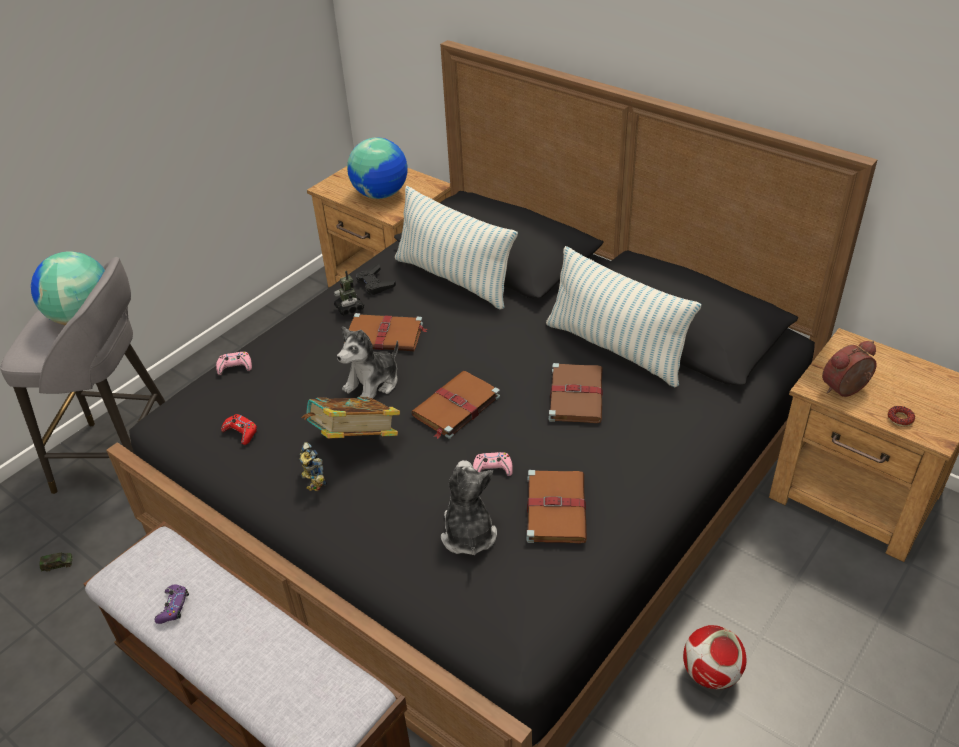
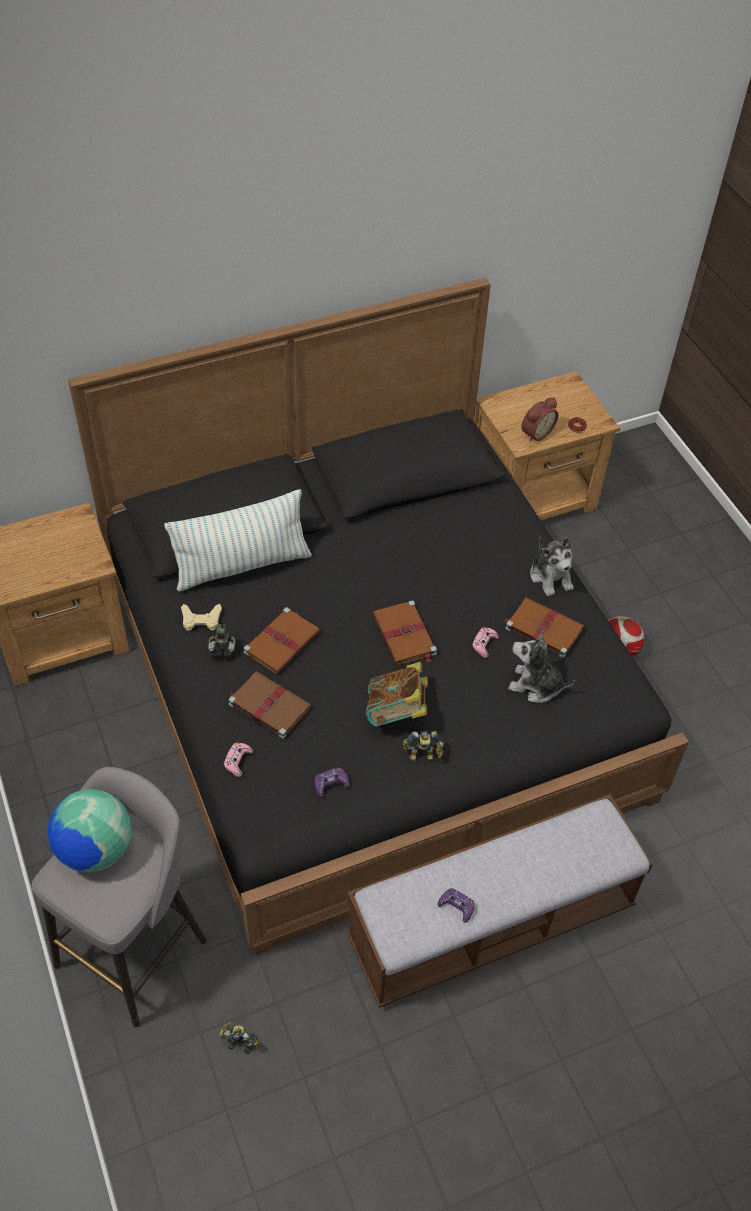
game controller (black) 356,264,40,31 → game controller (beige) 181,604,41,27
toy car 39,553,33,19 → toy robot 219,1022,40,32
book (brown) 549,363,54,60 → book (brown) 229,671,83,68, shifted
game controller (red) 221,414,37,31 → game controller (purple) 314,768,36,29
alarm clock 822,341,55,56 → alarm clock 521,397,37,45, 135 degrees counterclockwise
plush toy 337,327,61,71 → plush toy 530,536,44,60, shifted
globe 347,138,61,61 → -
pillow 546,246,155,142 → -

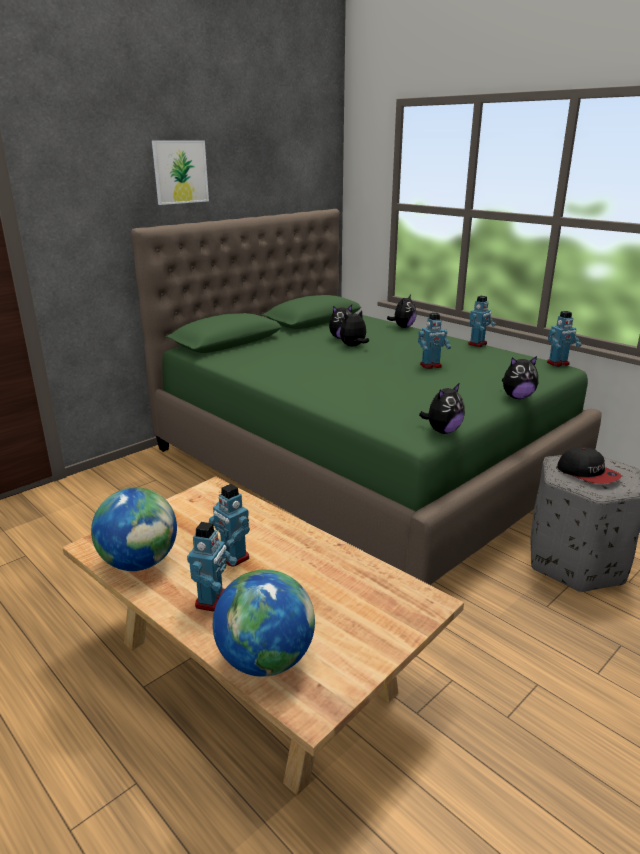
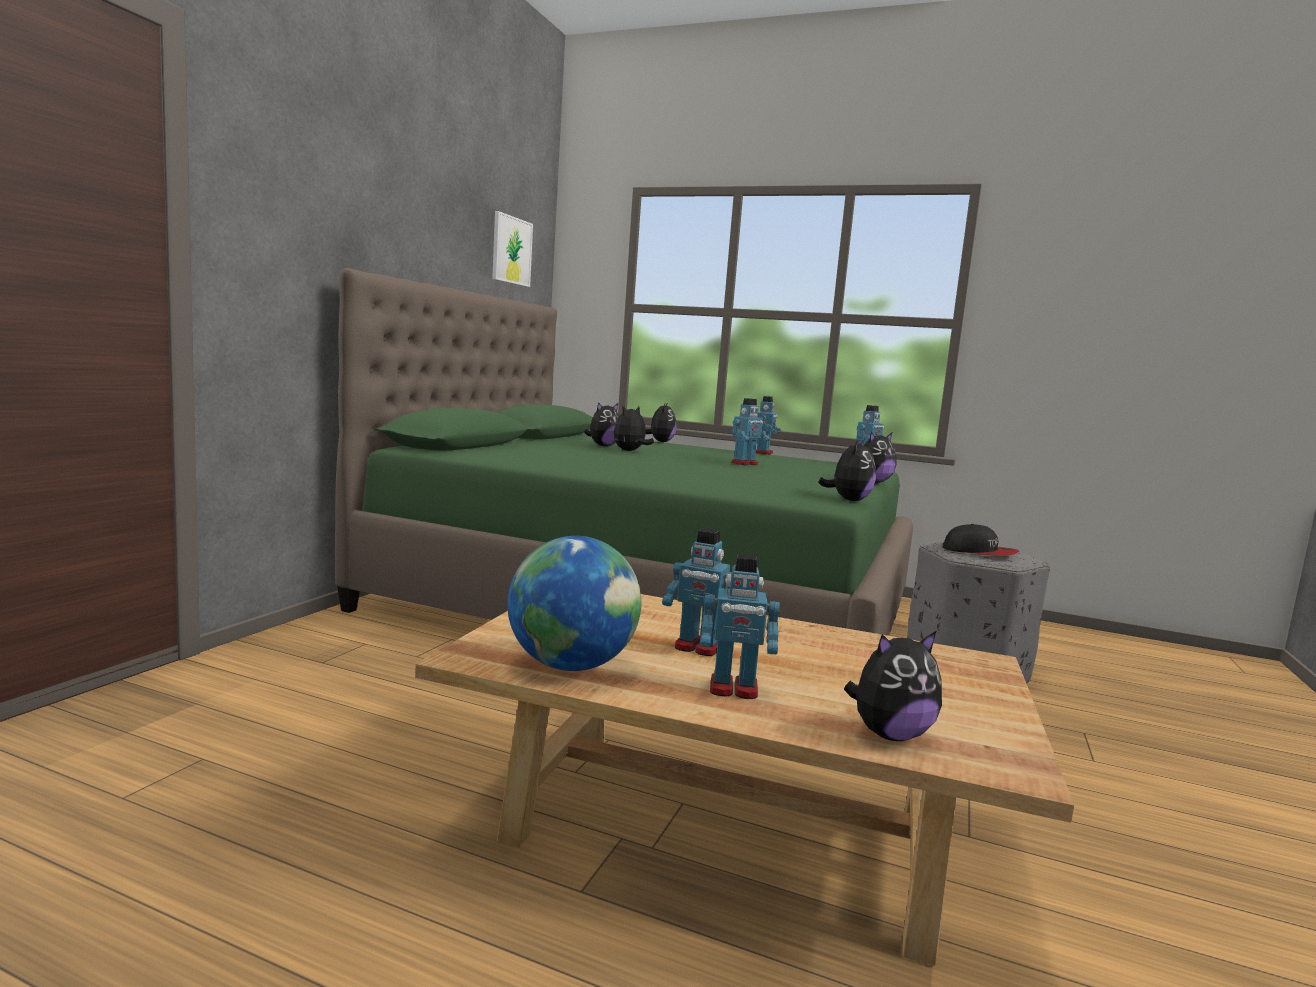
picture 152,140,57,65 → picture 492,211,41,76, shifted
toy robot 187,522,51,90 → toy robot 700,553,80,146, 105 degrees clockwise
globe 213,569,102,108 → plush toy 844,631,98,110

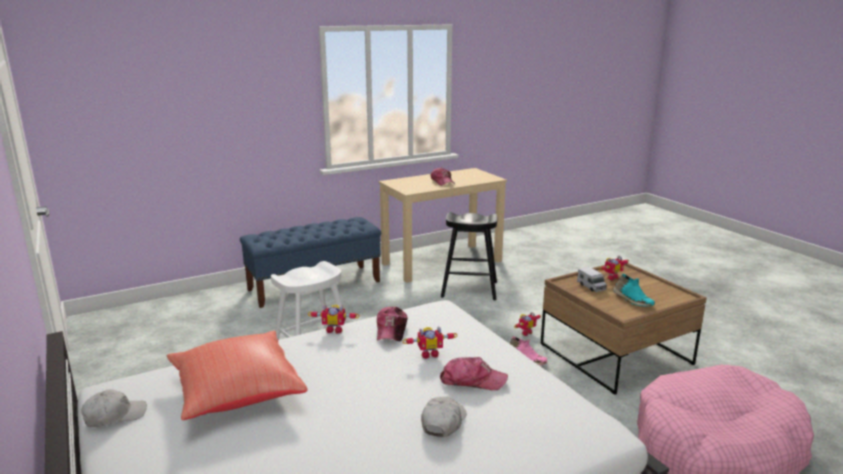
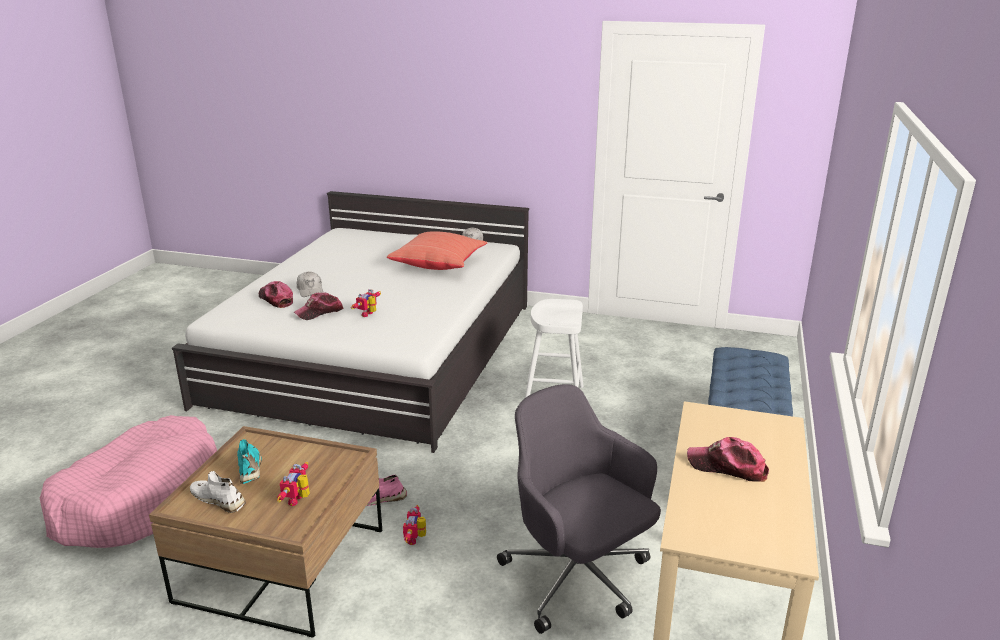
- → shoe (white) 190,471,56,42
shoe (turquoise) 613,273,42,34 → shoe (turquoise) 237,439,25,45, 60 degrees clockwise
cap 377,307,31,34 → cap 259,281,34,27, shifted
stool (black) 441,212,56,89 → office chair (grey) 497,384,164,250
toy robot 308,305,52,29 → -
toy truck 577,267,30,25 → -

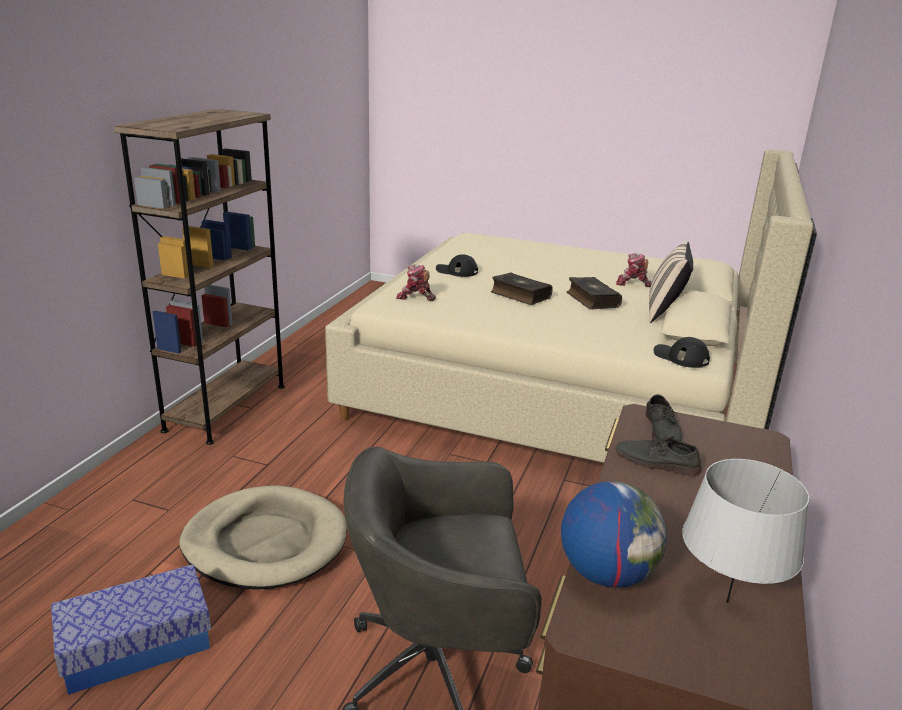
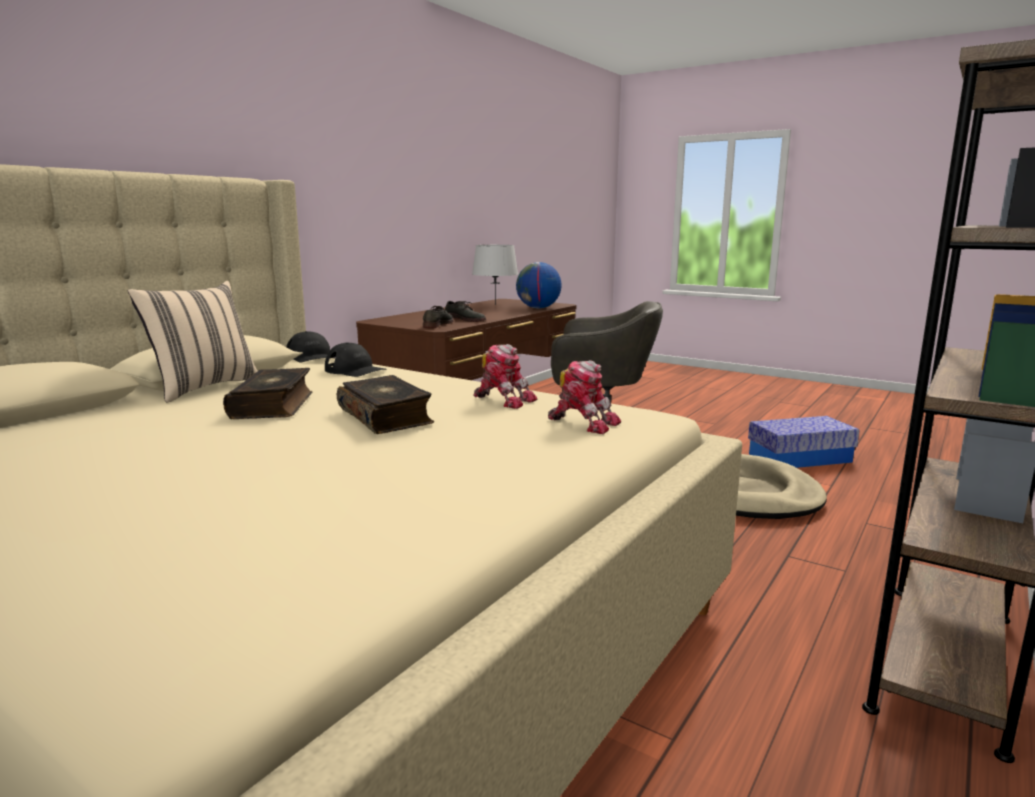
cap (black) 436,254,42,23 → cap (black) 325,343,62,34, shifted
toy robot 616,253,36,34 → toy robot 473,344,64,65, shifted

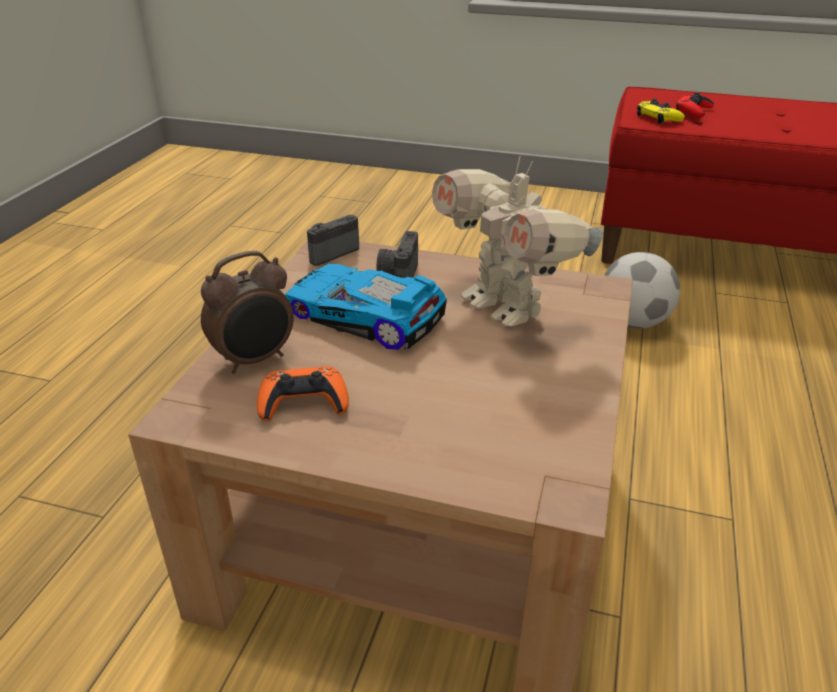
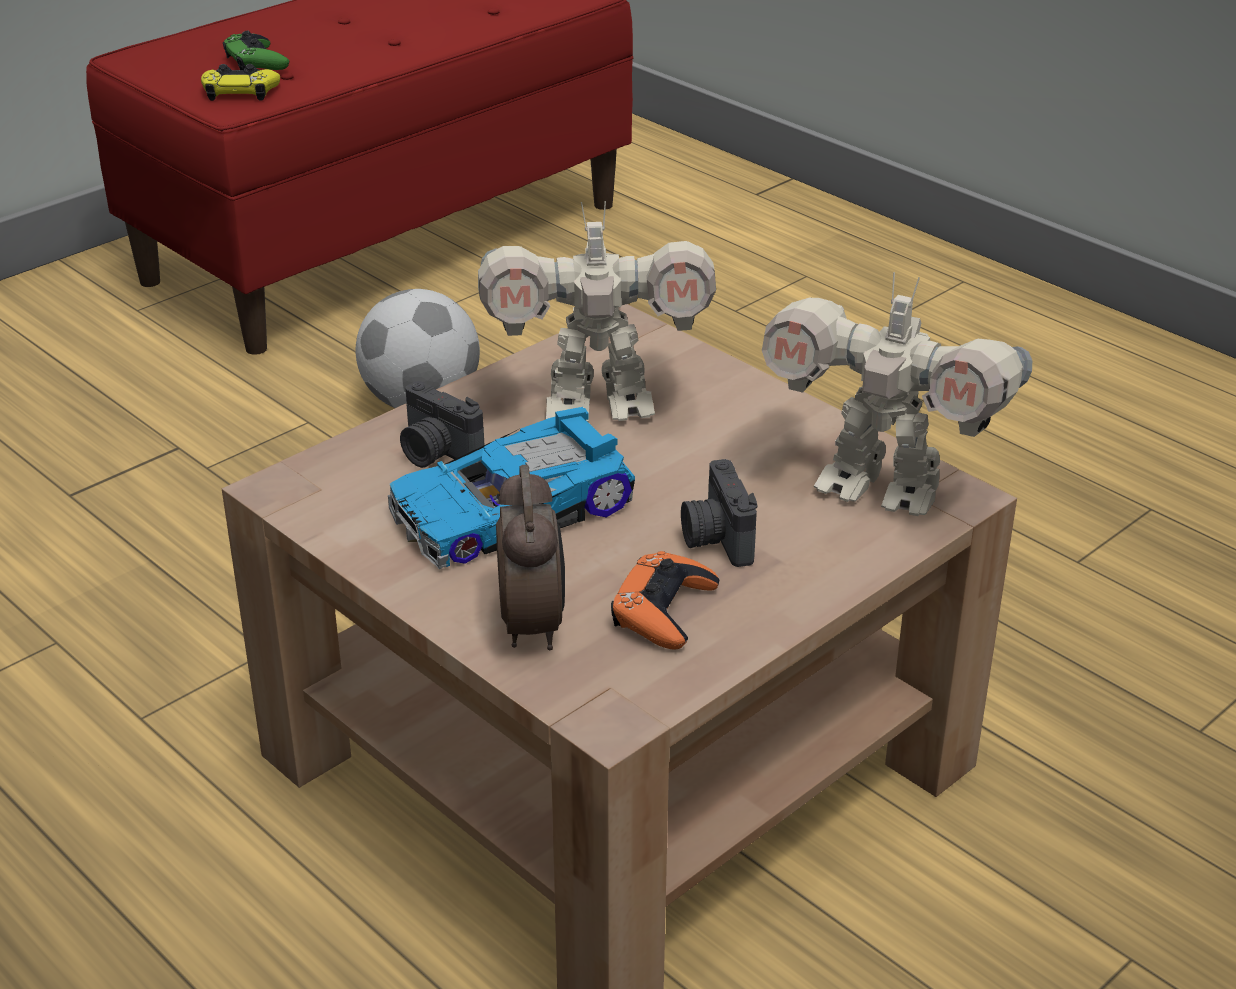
game controller (red) 676,92,38,26 → game controller (green) 223,31,66,39
photo camera 307,215,52,51 → photo camera 681,459,76,108, shifted
- → toy robot 762,272,270,244

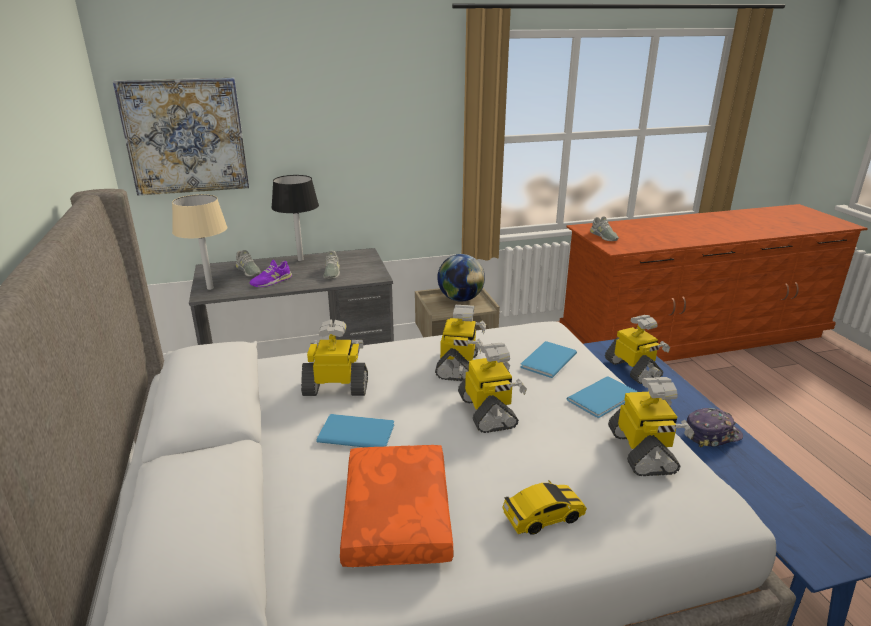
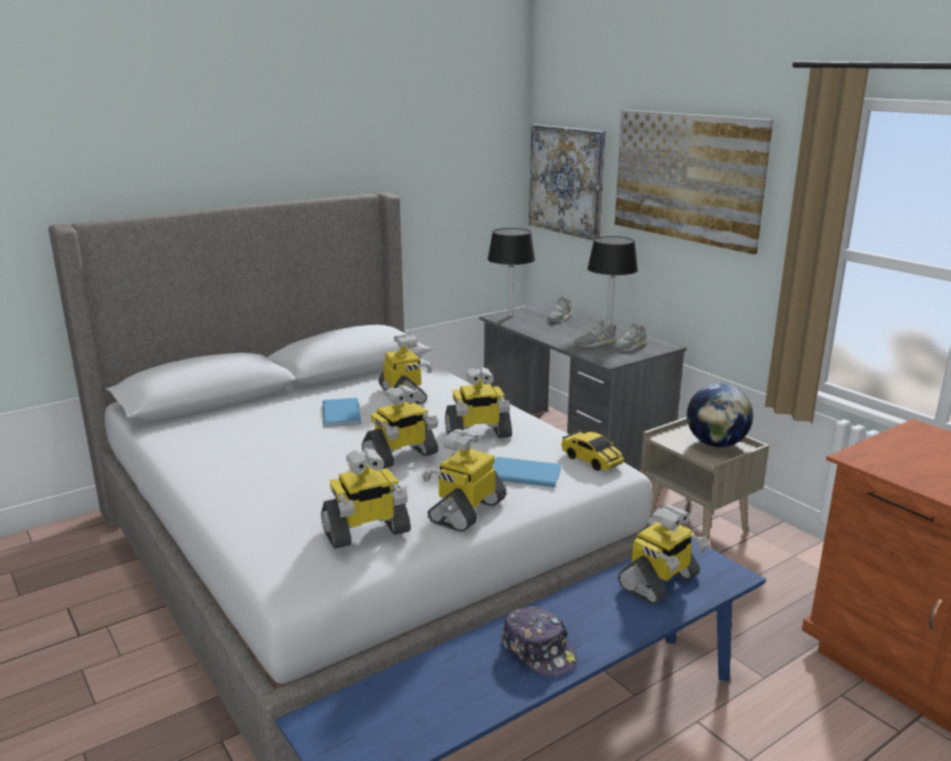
book (blue) 567,376,70,42 → toy robot 422,429,85,103
table lamp (beige) 172,194,55,96 → table lamp (black) 488,228,47,89
toy car 502,480,85,55 → toy car 561,430,63,41, shifted
shoe (grey) 590,216,29,25 → shoe (grey) 612,323,36,28, shifted
- → picture 615,110,158,144
shoe (purple) 250,260,42,27 → -
pillow (orange) 340,445,113,122 → -

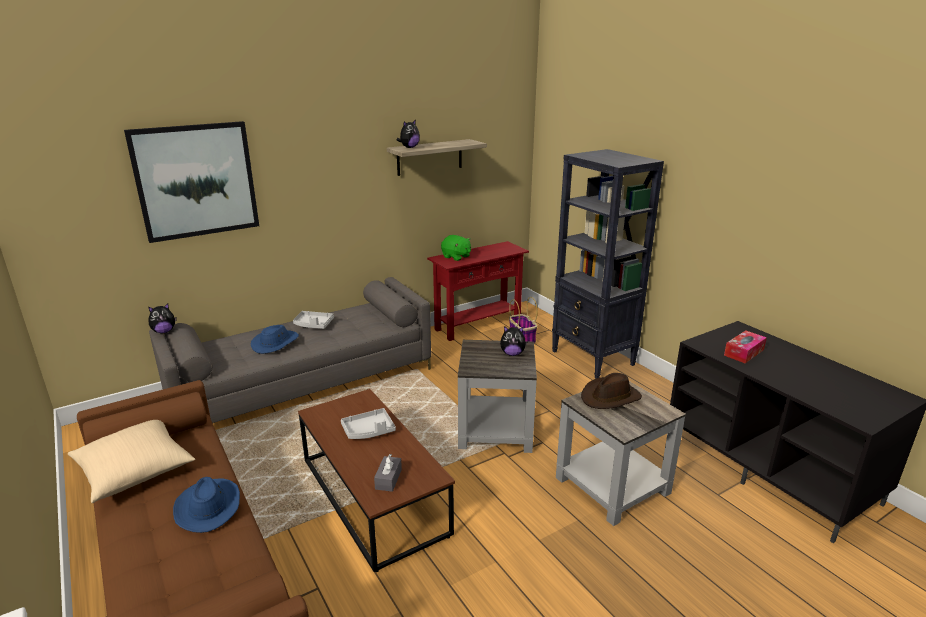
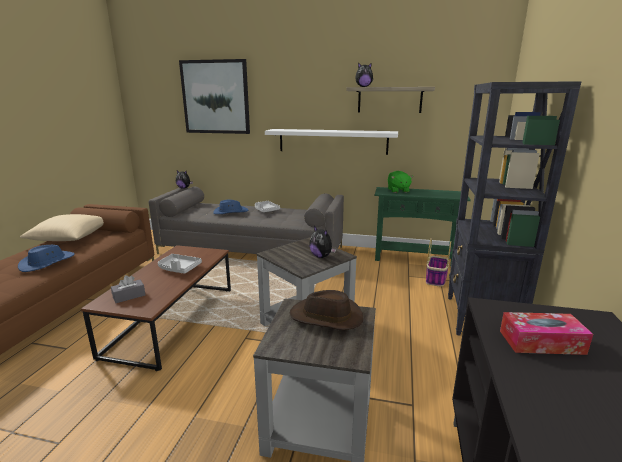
- → shelf (white) 265,129,133,26
console table (red) 427,241,102,100 → console table (green) 375,187,96,79

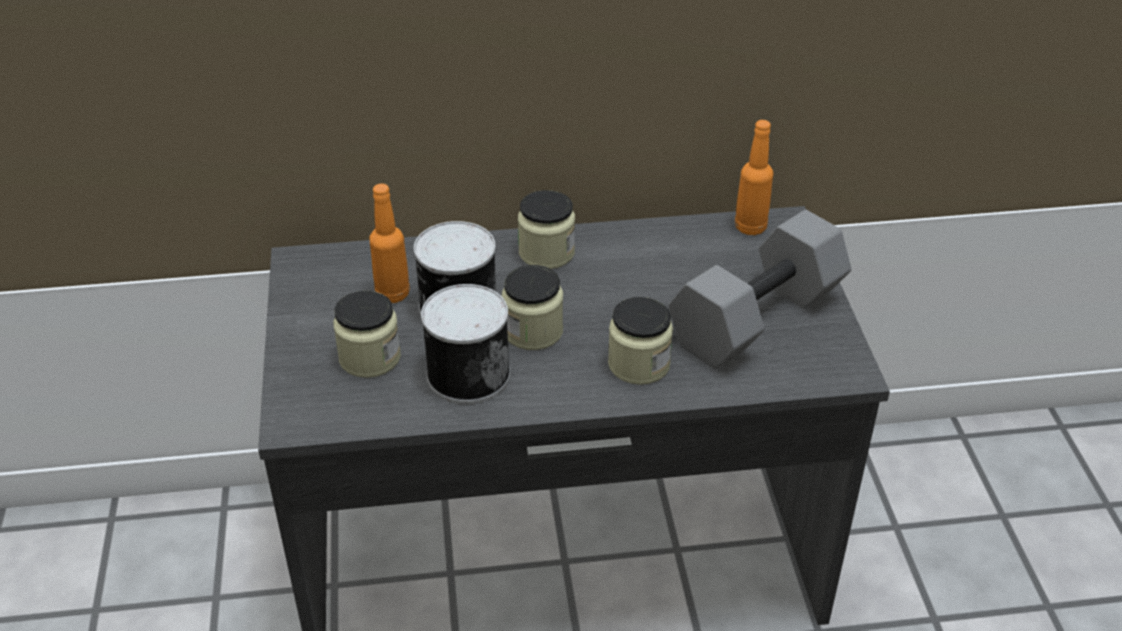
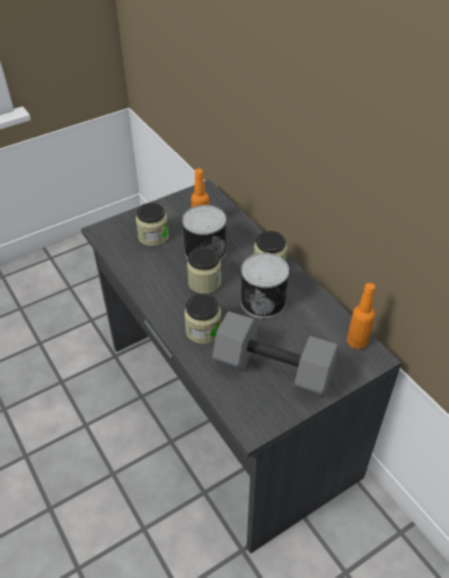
can 421,284,89,120 → can 241,253,48,66, shifted

